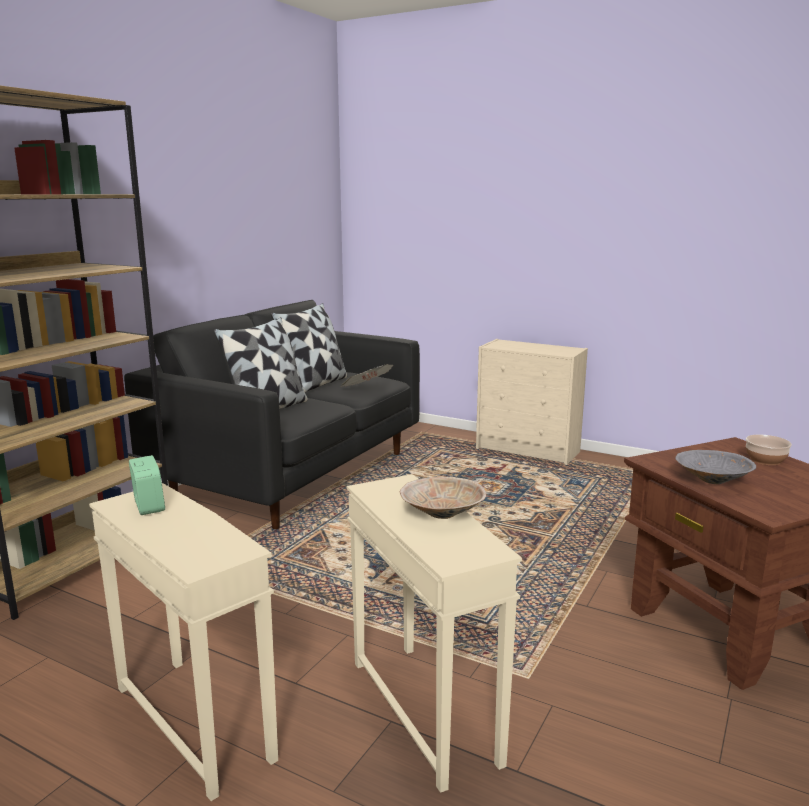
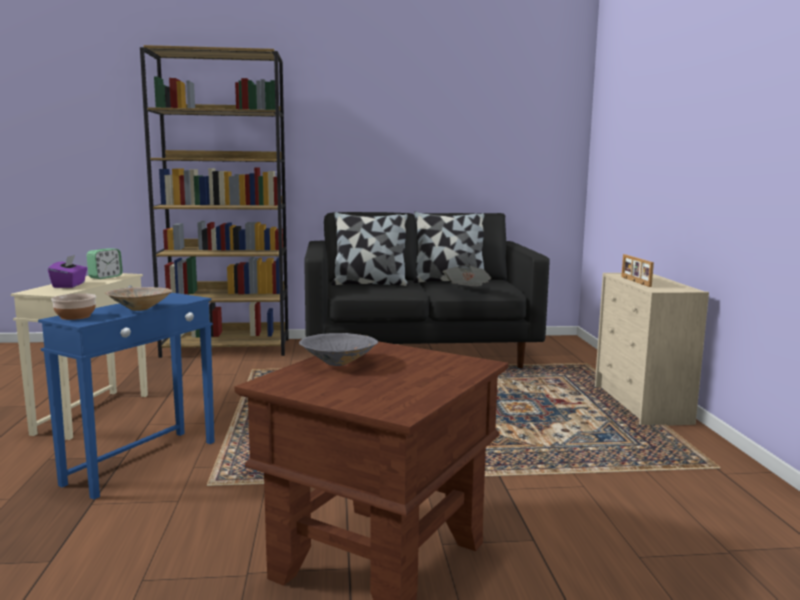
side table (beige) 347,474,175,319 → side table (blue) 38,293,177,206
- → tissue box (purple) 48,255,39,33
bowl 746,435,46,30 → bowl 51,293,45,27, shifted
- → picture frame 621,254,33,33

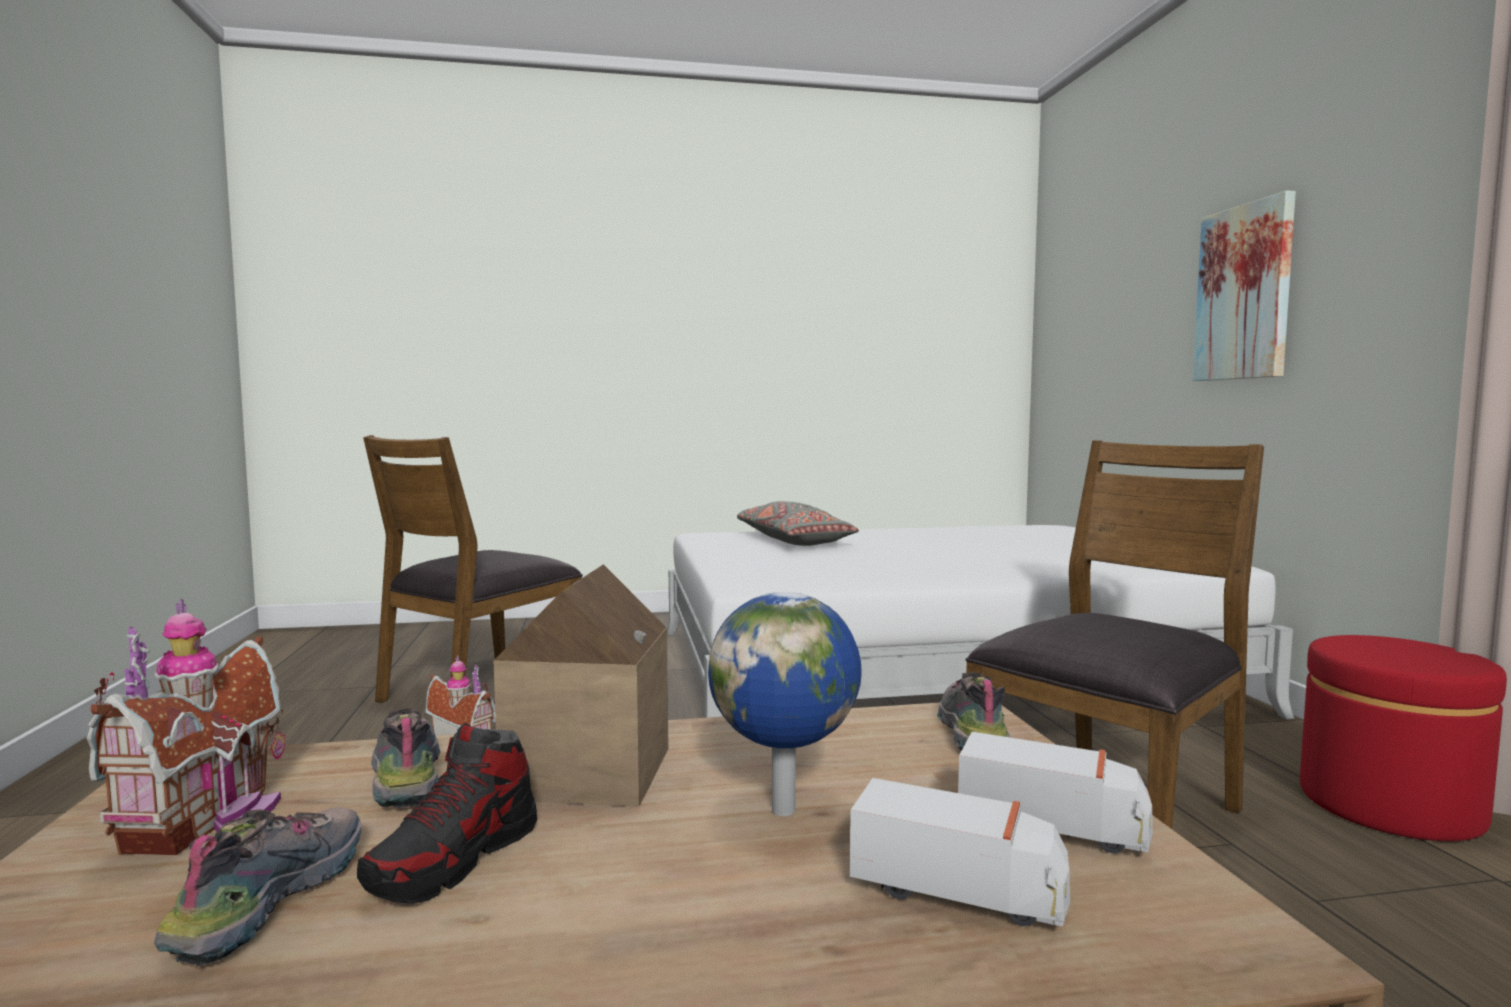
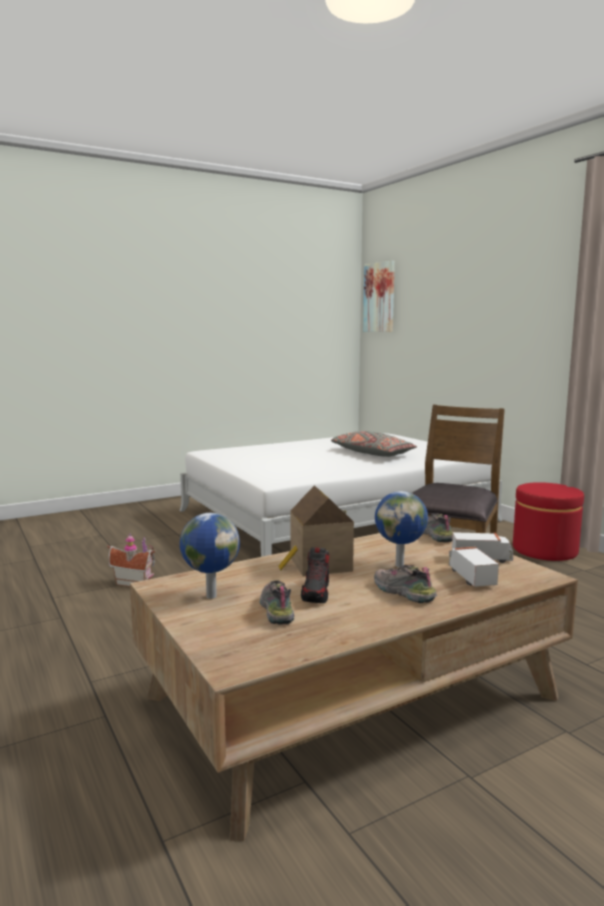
toy house 87,598,198,257 → globe 180,513,60,86
pillow (grey) 737,501,122,45 → pillow (grey) 331,431,86,26, shifted
picture 1193,191,103,190 → picture 363,261,32,71, shifted
shoe 371,708,69,100 → shoe 374,565,63,38, shifted
toy truck 850,778,220,148 → toy truck 449,547,50,40, 105 degrees counterclockwise
chair (brown) 363,435,220,268 → -

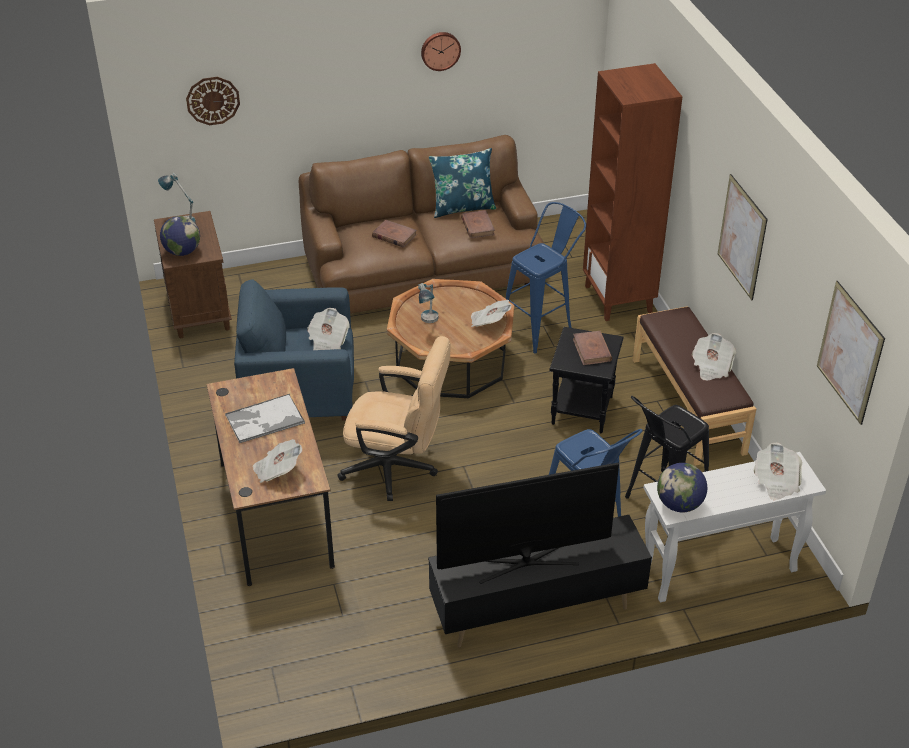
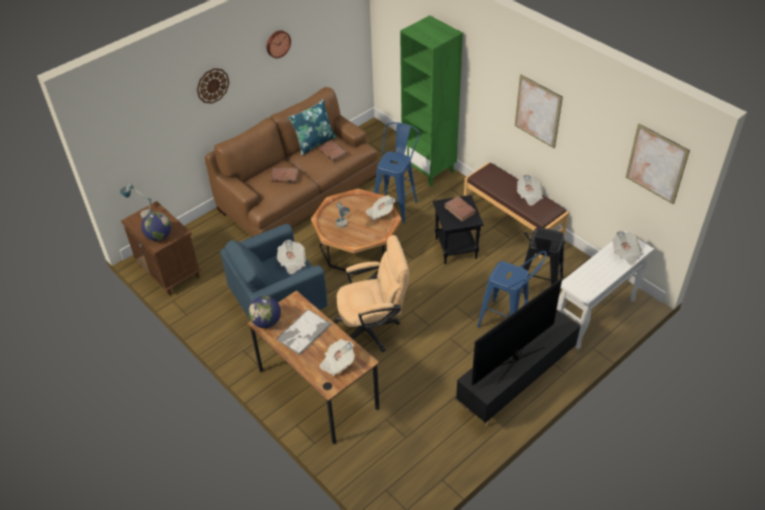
wall clock 186,77,54,48 → wall clock 197,68,32,36, shifted
globe 657,463,50,49 → globe 248,296,33,32, shifted
bookcase (brown) 583,63,100,258 → bookcase (green) 400,15,63,172

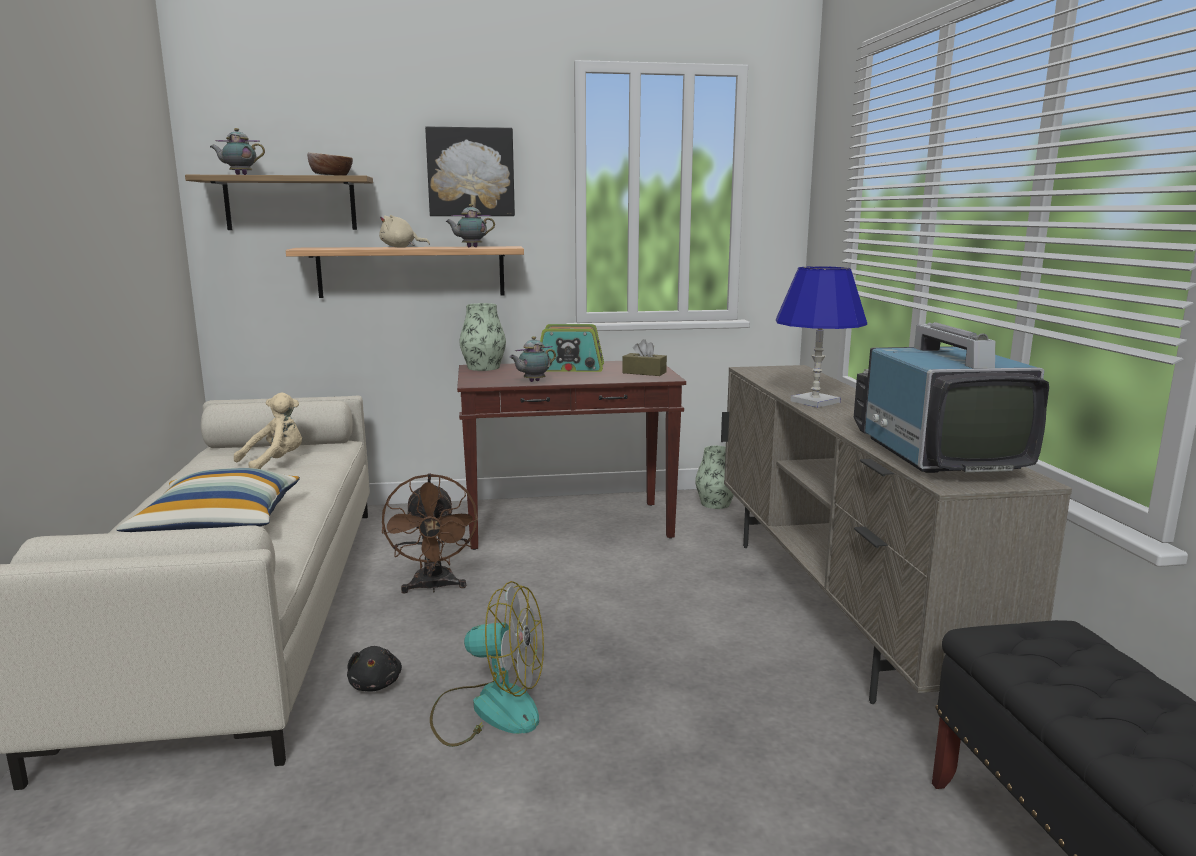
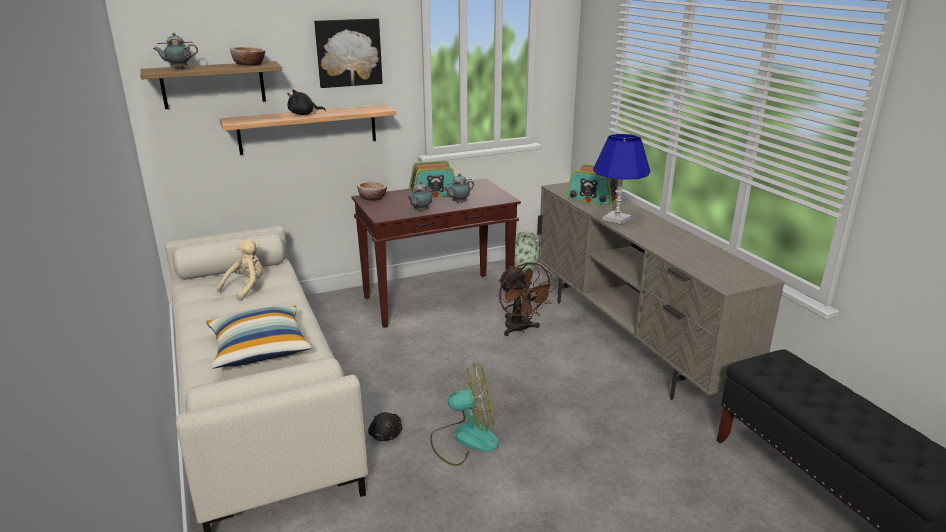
plush toy (beige) 379,215,51,33 → plush toy (black) 287,89,39,26
vase 459,303,47,68 → bowl 357,182,30,19
teapot 445,204,50,43 → teapot 443,173,31,31, shifted
fan (brown) 382,473,96,120 → fan (brown) 499,262,57,74, shifted
- → radio 565,164,53,42
tissue box (brown) 622,339,45,37 → -
television 854,322,195,151 → -

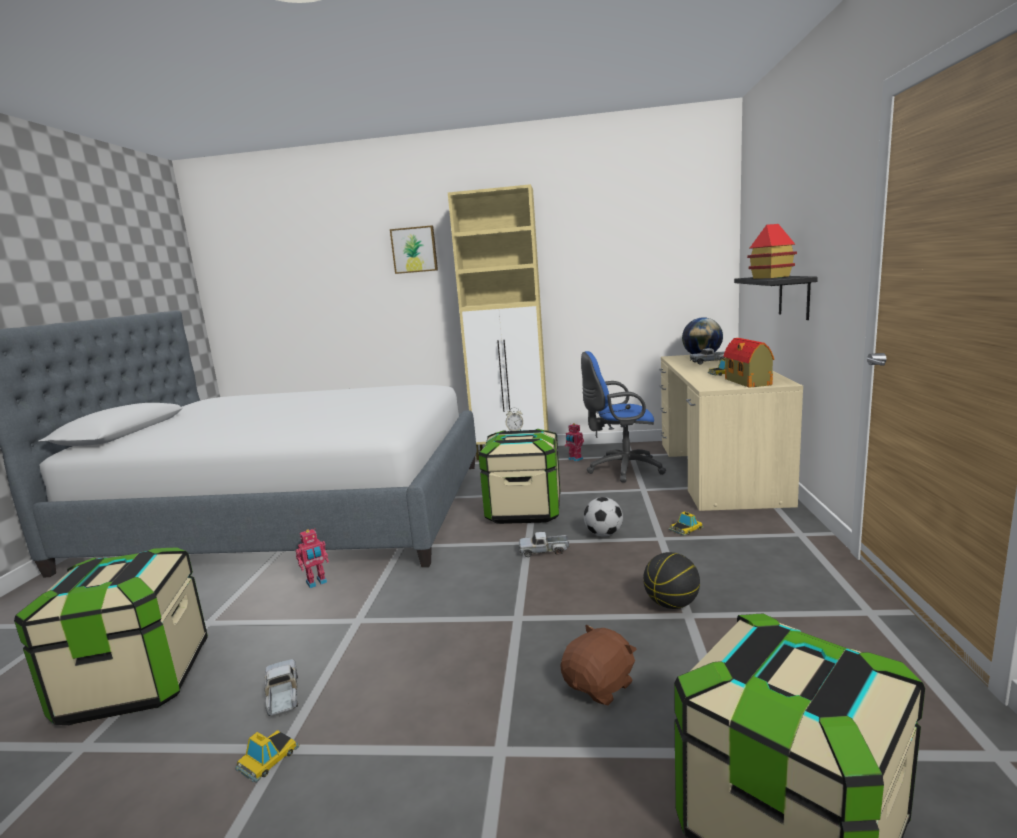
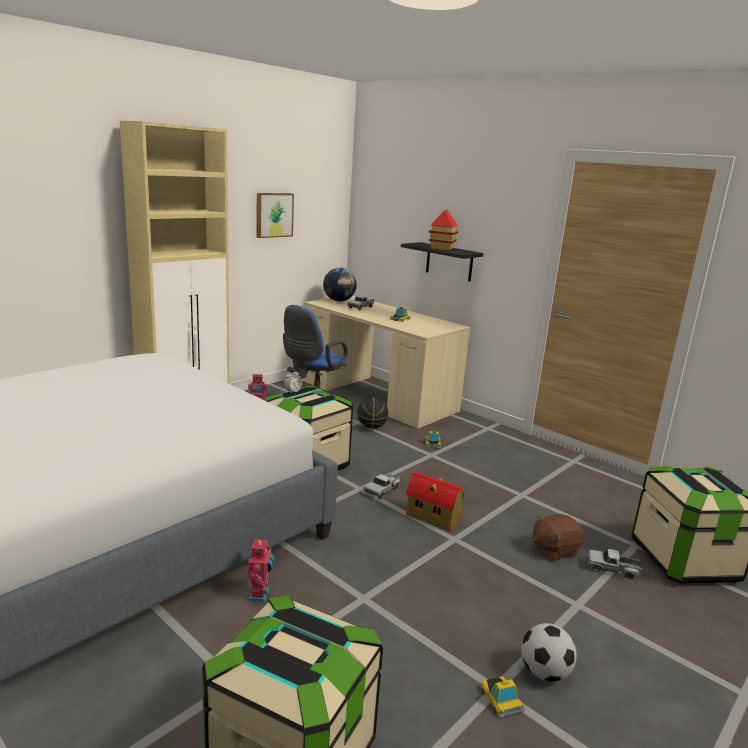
picture 390,225,48,49 → picture 256,193,38,45, shifted
basketball 643,552,57,57 → basketball 357,398,31,31, shifted
toy house 723,338,52,50 → toy house 406,472,58,59, shifted
football 584,497,39,40 → football 521,623,56,59, shifted
plush toy (brown) 560,624,77,81 → plush toy (brown) 533,514,51,47, 105 degrees counterclockwise
toy truck 264,659,34,57 → toy truck 587,549,56,30, shifted

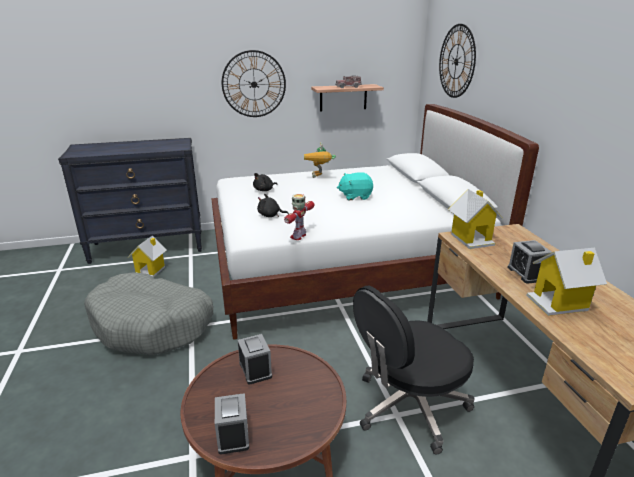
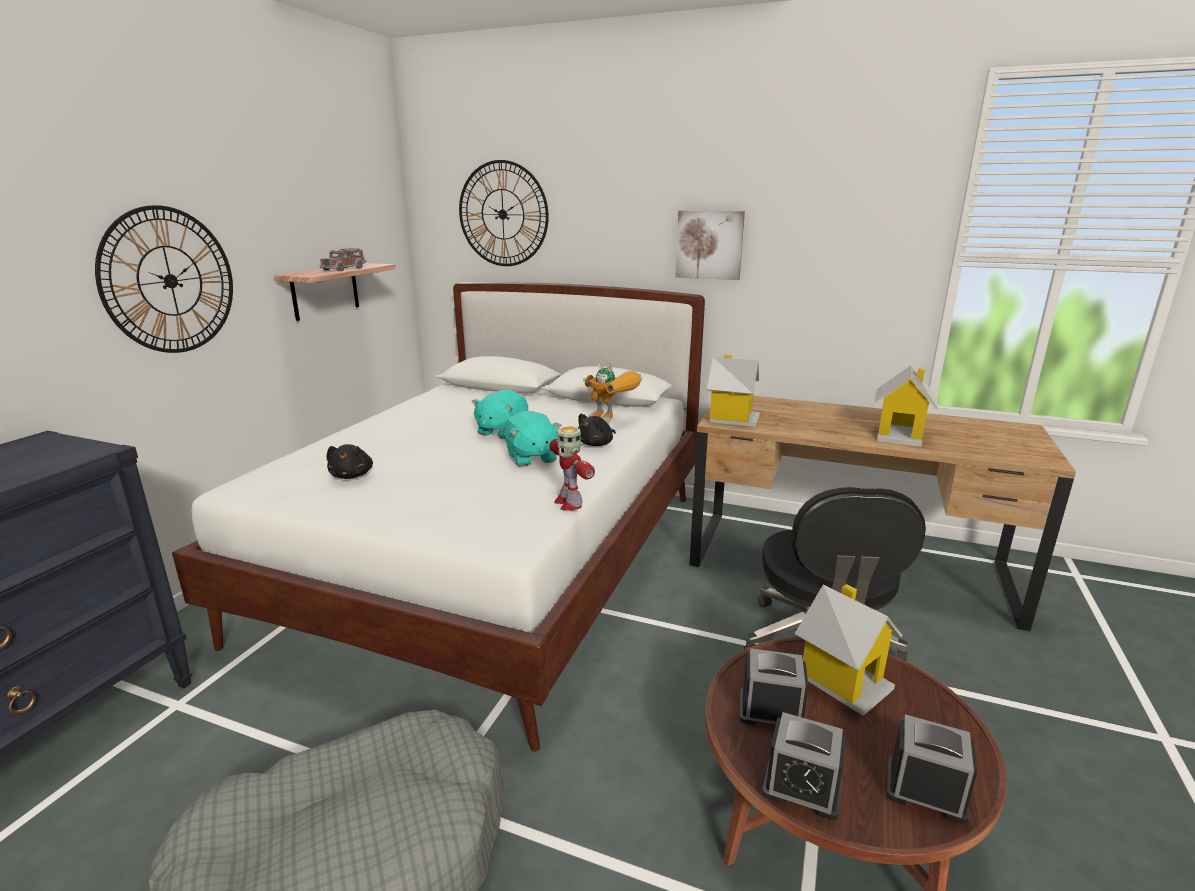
- → plush toy (turquoise) 504,411,58,56
plush toy (black) 257,194,32,23 → plush toy (black) 578,414,38,32, shifted
toy robot 304,142,32,36 → toy robot 583,360,59,64, shifted
- → picture 675,211,70,69
alarm clock 507,240,45,44 → alarm clock 762,712,84,108, shifted
toy house 128,235,39,42 → toy house 795,584,108,132, shifted

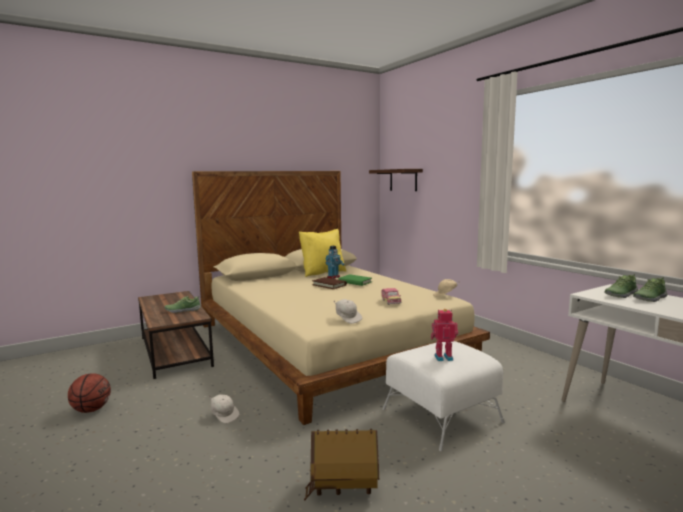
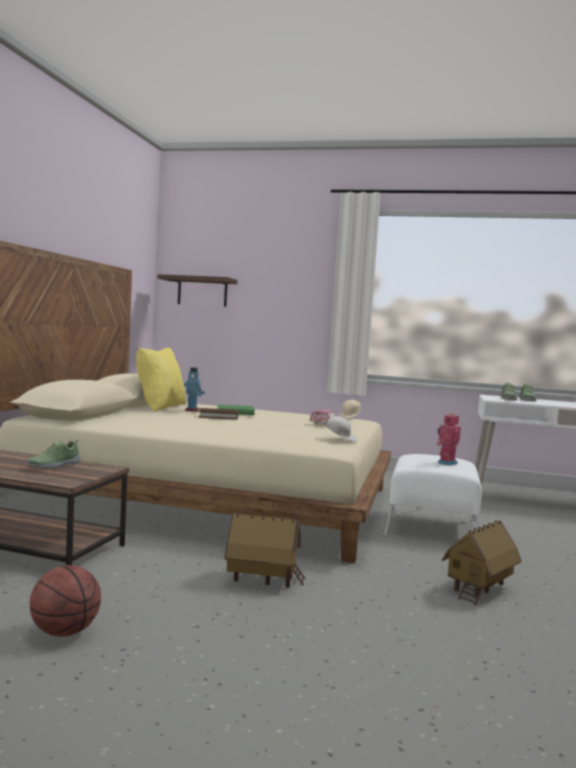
cap (white) 209,395,31,29 → toy house 224,513,81,75

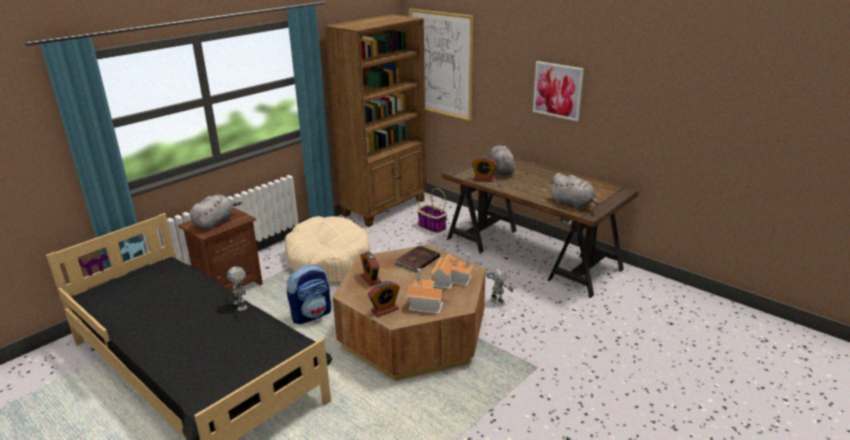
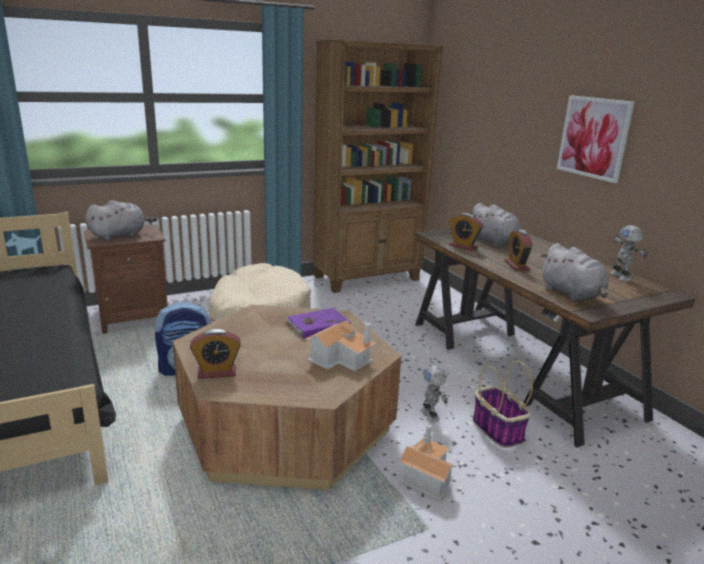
book (brown) 394,245,46,27 → book (purple) 285,308,66,30
toy house 407,268,36,46 → toy house 399,424,57,77, shifted
plush toy (grey) 488,146,29,29 → plush toy (grey) 469,203,52,43, 135 degrees clockwise
basket 417,188,30,45 → basket 473,360,60,88, shifted
alarm clock 360,252,21,34 → alarm clock 504,229,29,42, shifted
toy robot 227,266,21,45 → toy robot 610,225,38,57, shifted
picture 409,9,64,112 → -

